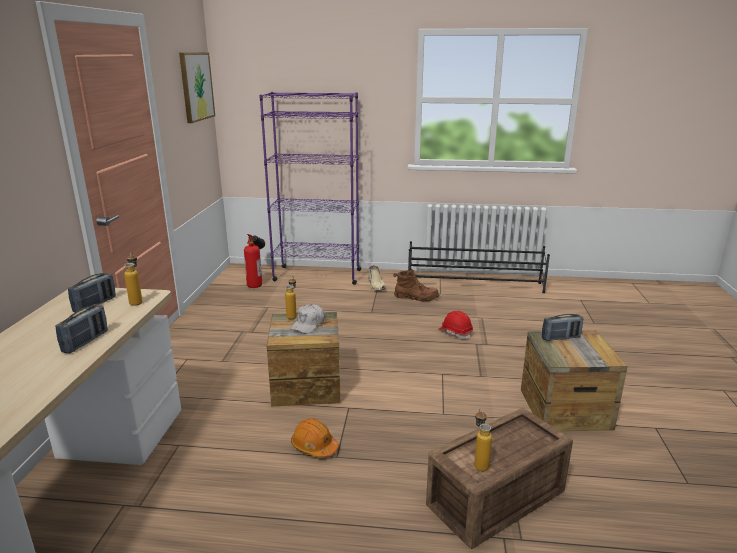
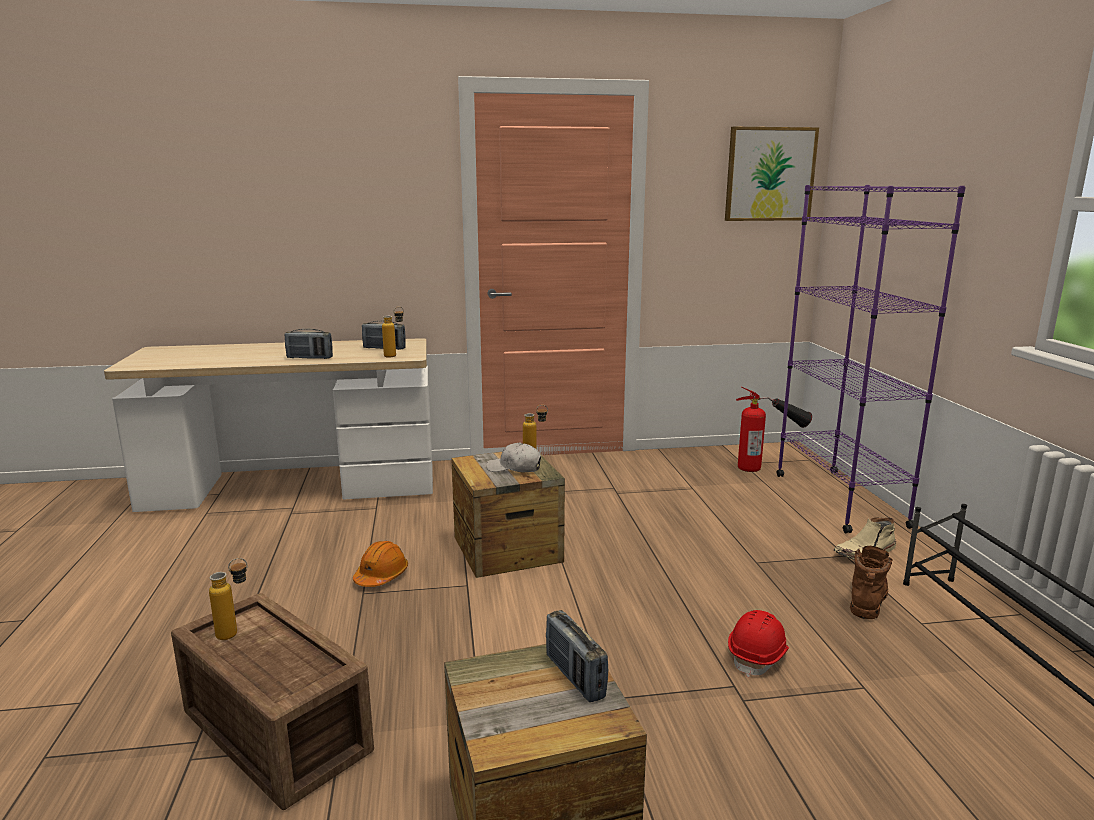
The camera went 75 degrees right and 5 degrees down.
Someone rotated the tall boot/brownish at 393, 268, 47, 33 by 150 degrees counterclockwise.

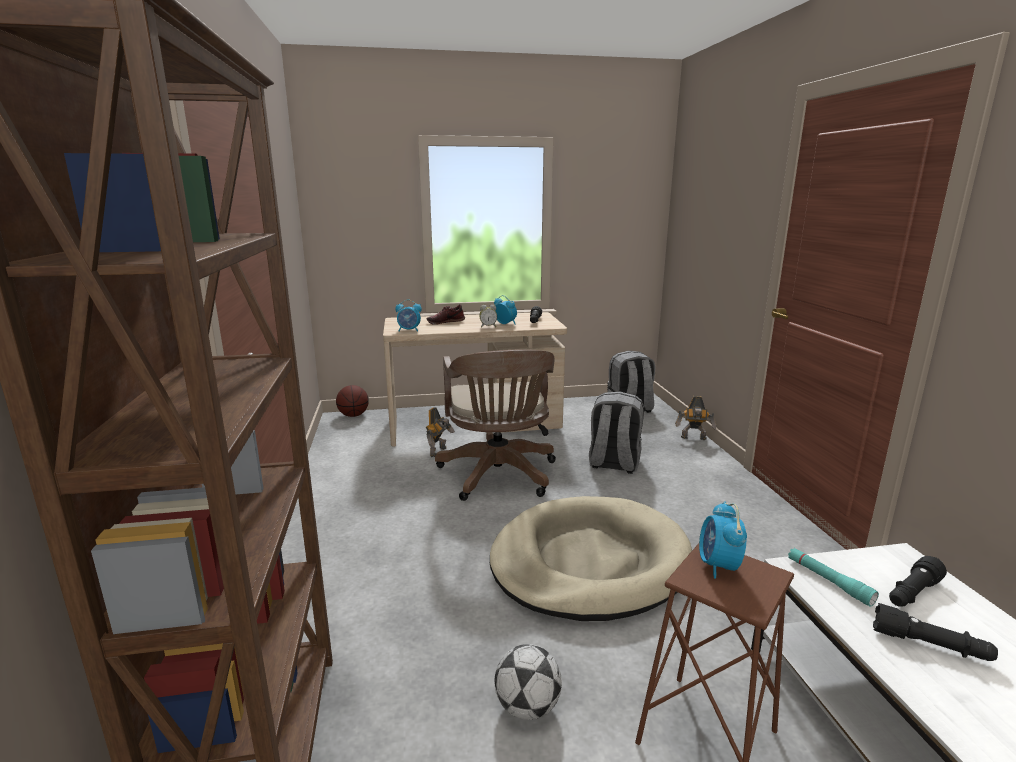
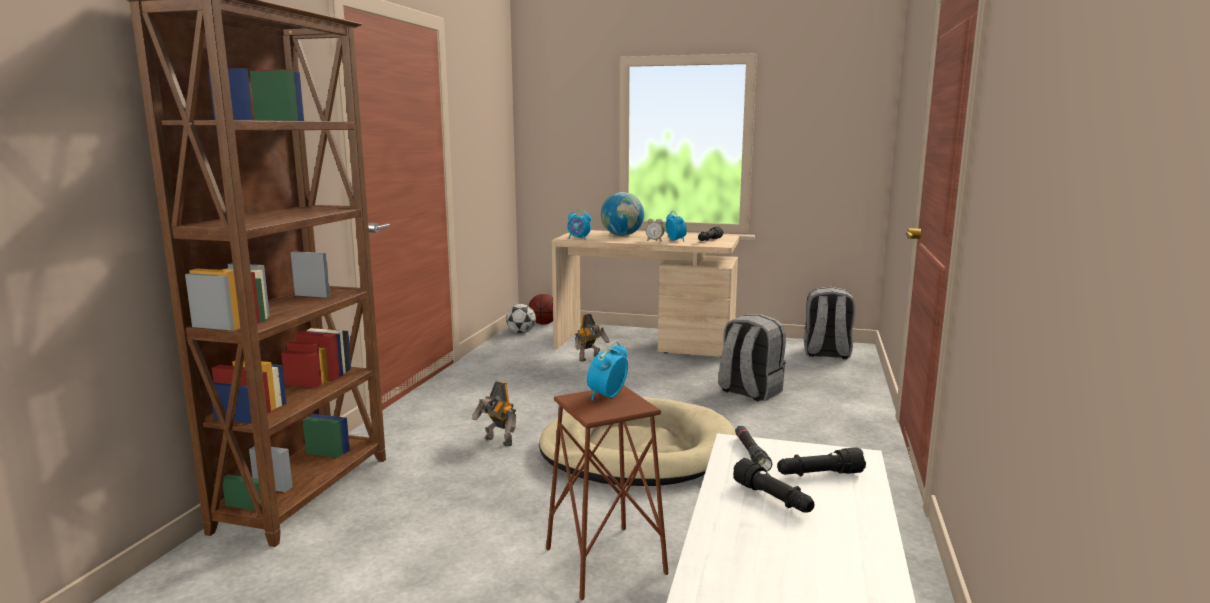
The camera went 25 degrees right and 5 degrees down.
Someone took away the desk chair/brownish at 435, 349, 121, 152.
Someone carried the football from 495, 644, 67, 76 to 506, 304, 30, 30.
Someone carried the robot figure from 675, 396, 41, 44 to 472, 381, 44, 66.
Someone swapped the low shoe at 427, 304, 38, 21 for the desk globe at 601, 192, 43, 44.
Someone repainted the hand torch/blue-green at 788, 548, 91, 59, which became the hand torch/black-coloured at 735, 426, 37, 45.

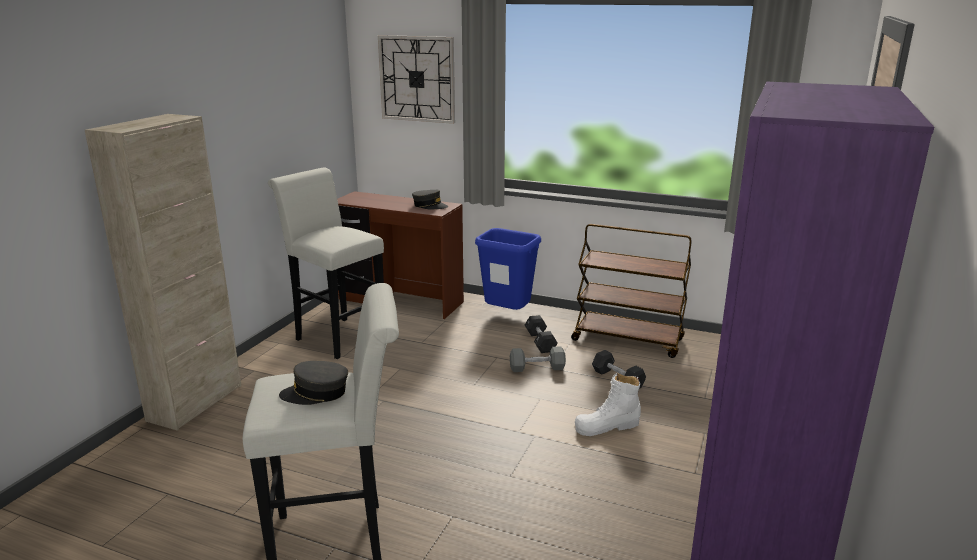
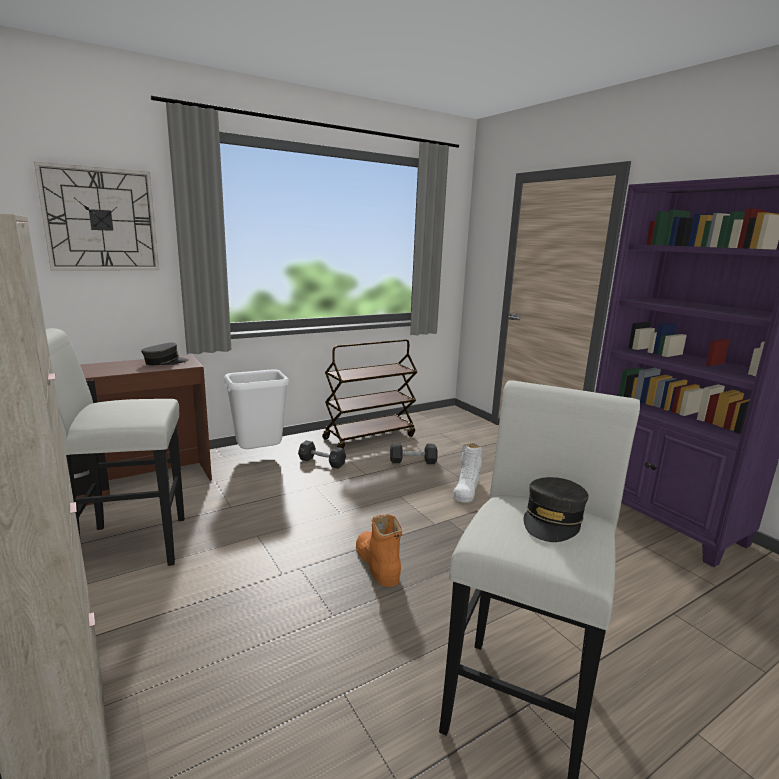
The camera went 55 degrees left and 5 degrees down.
Someone took away the free weight/grey at 510, 346, 56, 26.
Someone put down the tall boot/orange at 356, 514, 46, 73.
Someone repainted the trash can/blue-coloured at 475, 228, 66, 82, which became the trash can/white-coloured at 224, 369, 65, 80.

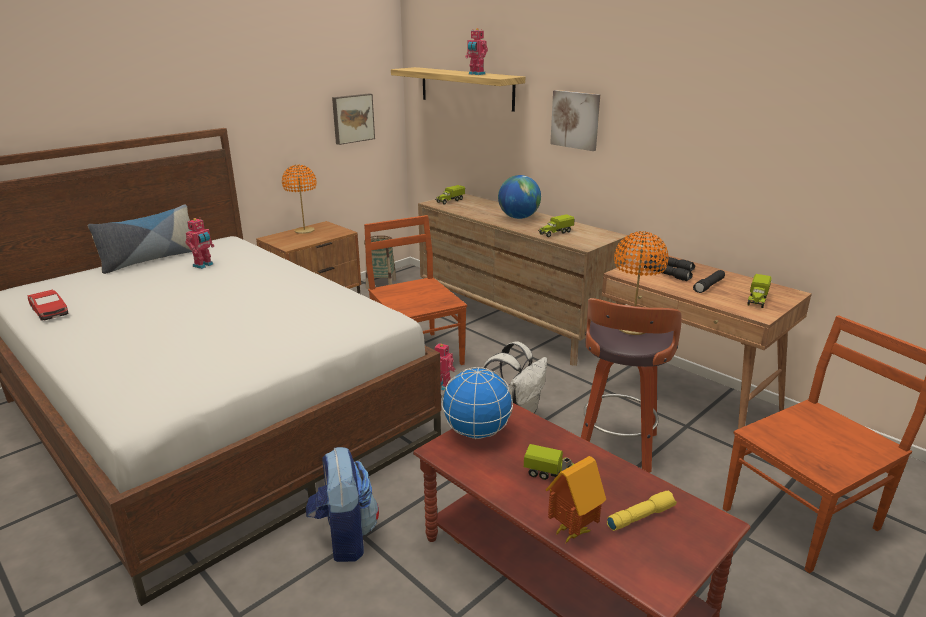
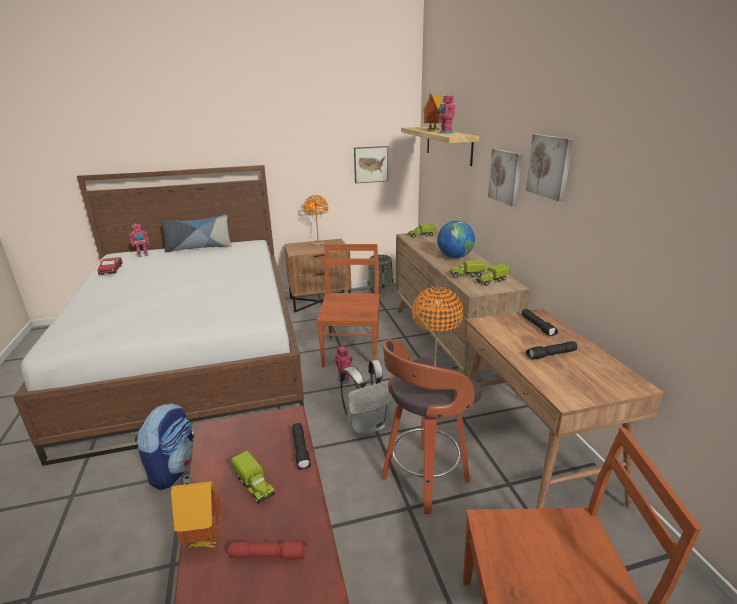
The camera went 30 degrees right and 0 degrees up.
Someone took away the desk globe at 442, 367, 71, 72.
Someone put down the model house at 423, 94, 20, 37.
Someone put up the wall picture at 526, 134, 47, 68.
Someone carried the robot figure from 185, 218, 29, 51 to 129, 223, 20, 34.
Someone carried the hand torch/black-coloured from 644, 260, 49, 21 to 292, 423, 19, 47.
Someone carried the toy truck from 747, 274, 25, 34 to 476, 264, 34, 22.
Someone repainted the hand torch/yellow at 607, 491, 70, 40, which became the hand torch/red at 228, 540, 78, 20.

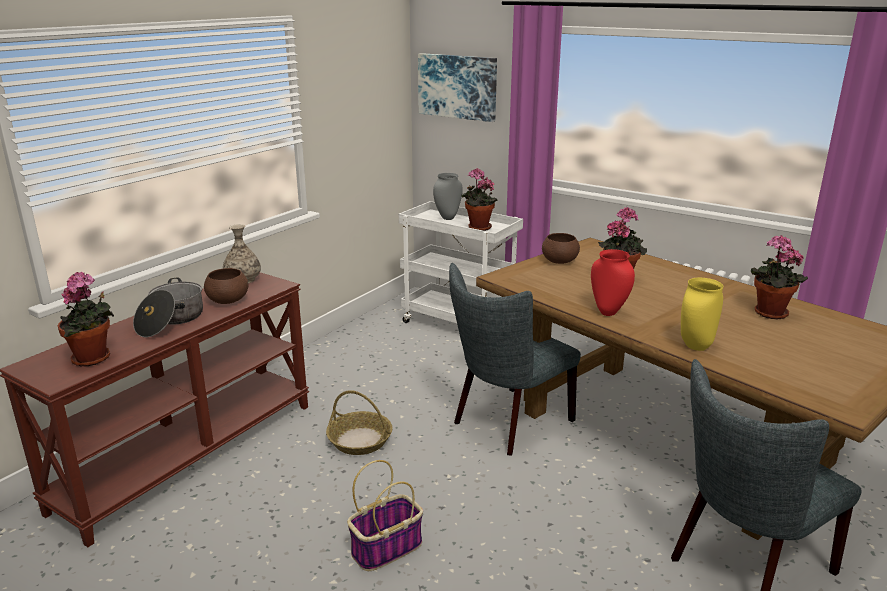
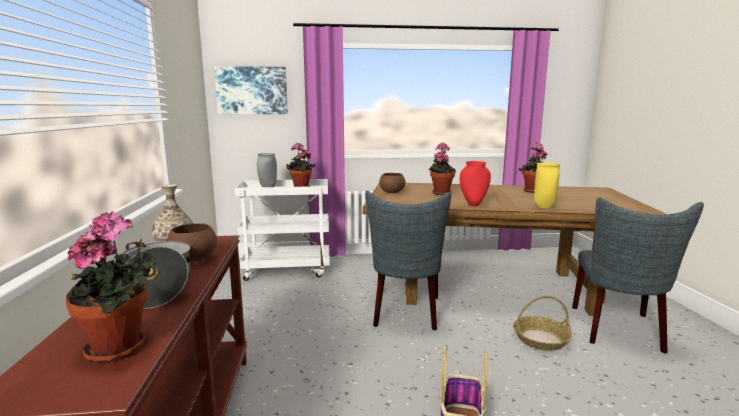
The camera went 40 degrees left and 10 degrees down.
Someone carried the household basket from 326, 390, 67, 65 to 513, 296, 59, 55.

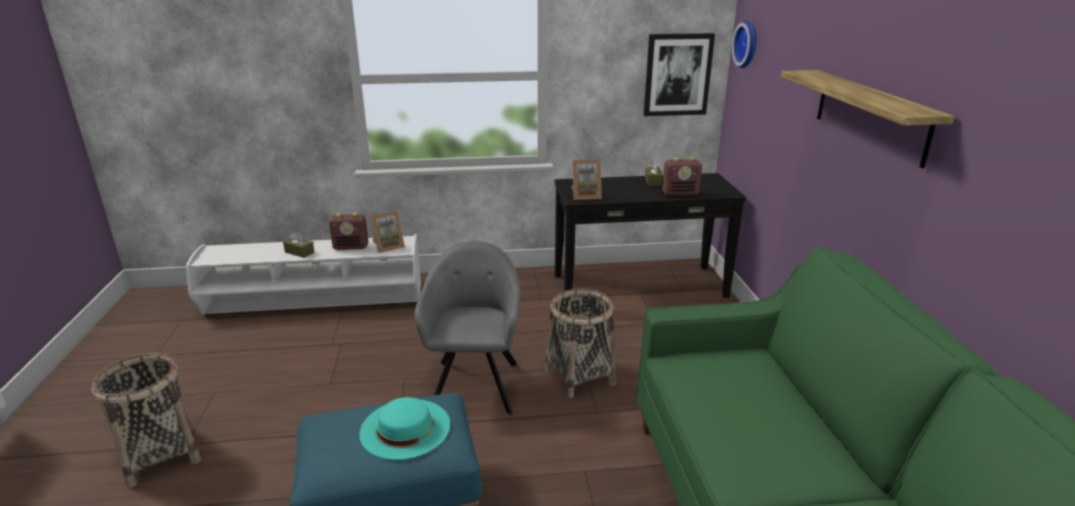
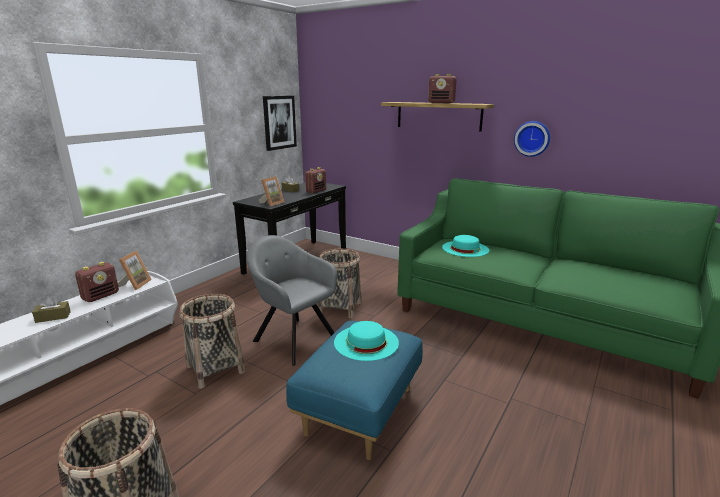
The camera went 50 degrees left and 5 degrees down.
Someone put down the household basket at 179, 294, 66, 95.
Someone put down the radio receiver at 428, 74, 29, 29.
Someone put down the wearable hat/blue-green at 442, 235, 47, 22.
Someone carried the hanging clock from 732, 20, 25, 48 to 514, 121, 36, 36.

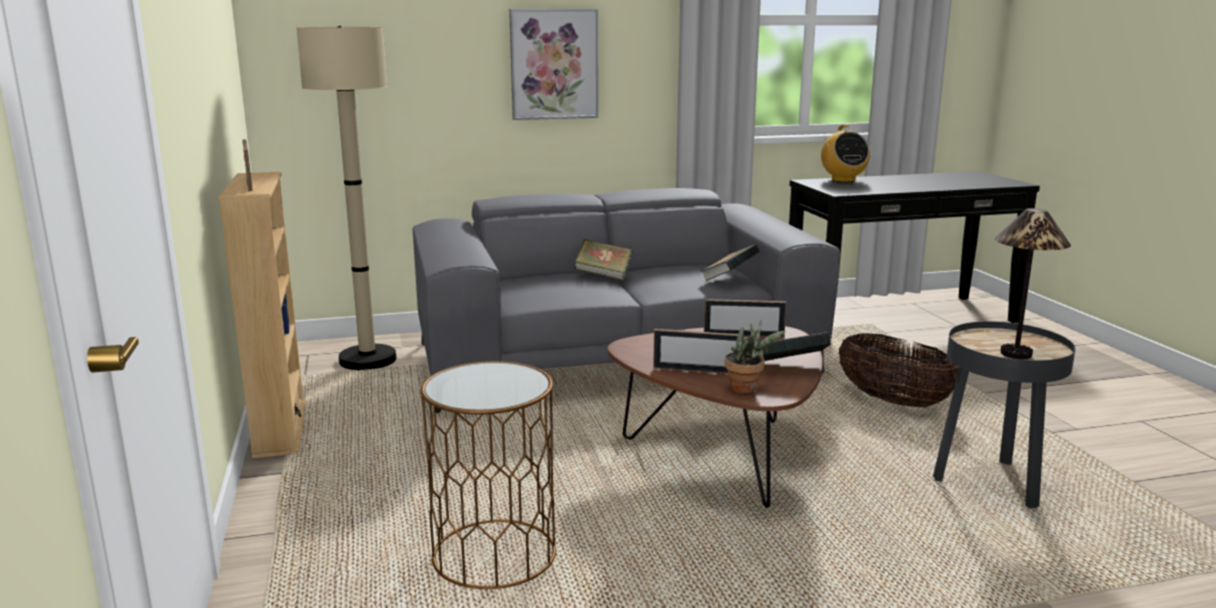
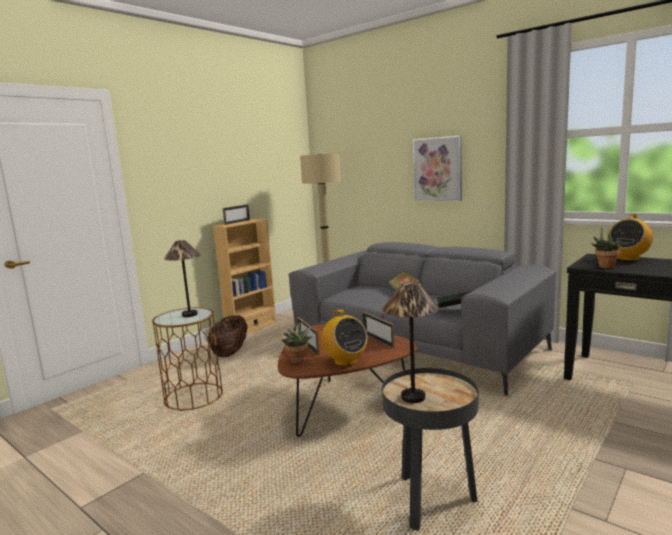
The camera went 55 degrees right and 5 degrees down.
Someone put down the tabletop lamp at 164, 240, 36, 77.
Someone put down the houseplant at 590, 225, 31, 43.
Someone carried the household basket from 839, 333, 120, 75 to 208, 315, 39, 42.
Someone swapped the volume at 760, 332, 71, 29 for the radio receiver at 320, 310, 48, 56.

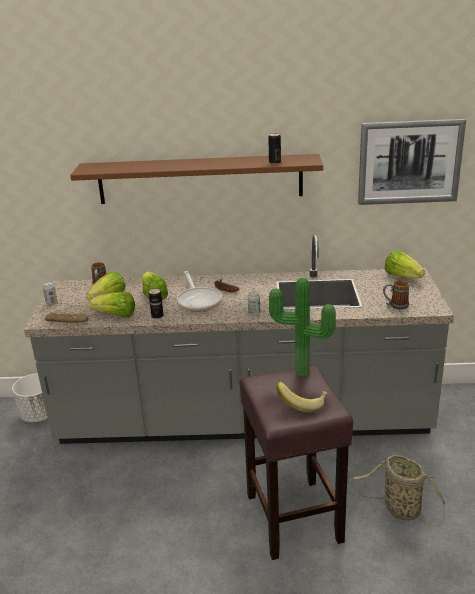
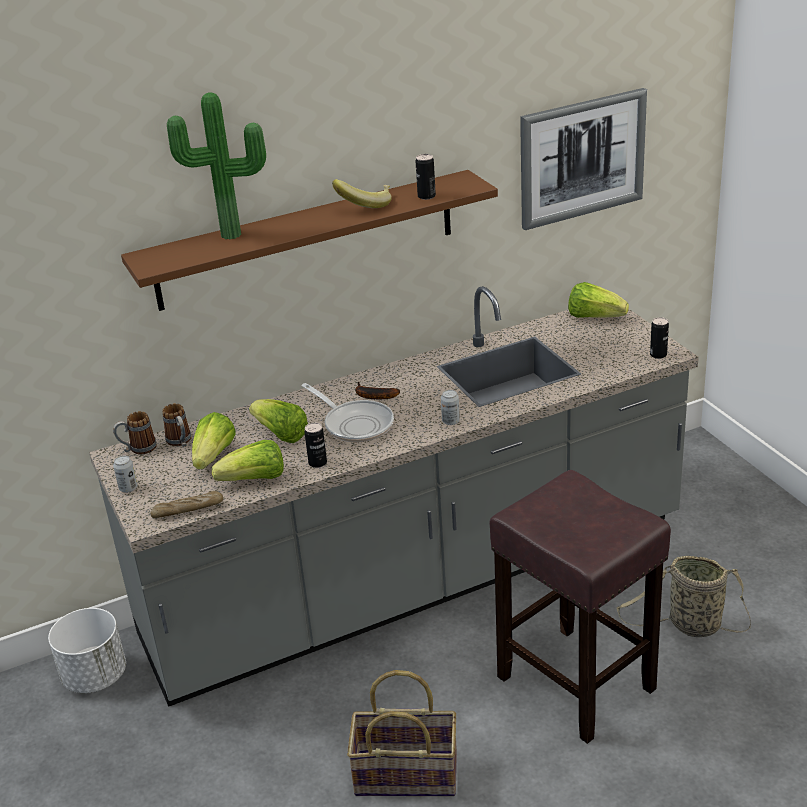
The camera went 25 degrees left and 5 degrees up.
Someone put down the household basket at 347, 670, 110, 126.
Someone put down the can at 650, 317, 19, 42.
Someone carried the houseplant from 269, 278, 67, 98 to 167, 92, 99, 148.
Someone carried the banana from 276, 382, 52, 30 to 332, 179, 60, 29.
Someone carried the mug from 383, 280, 26, 29 to 113, 411, 44, 44.

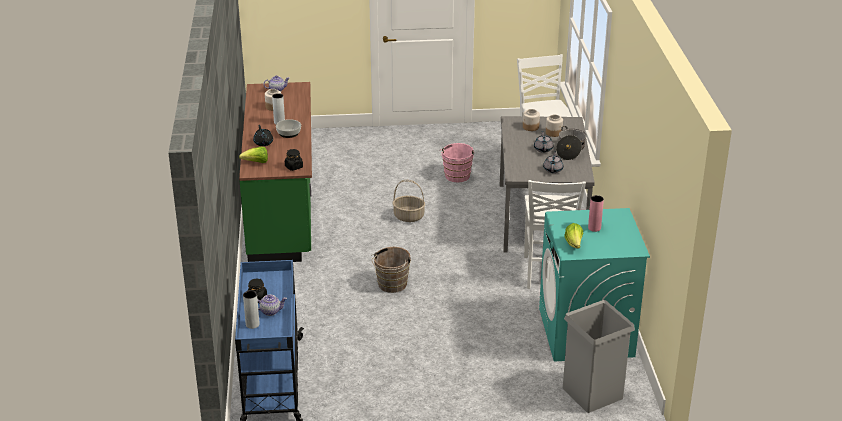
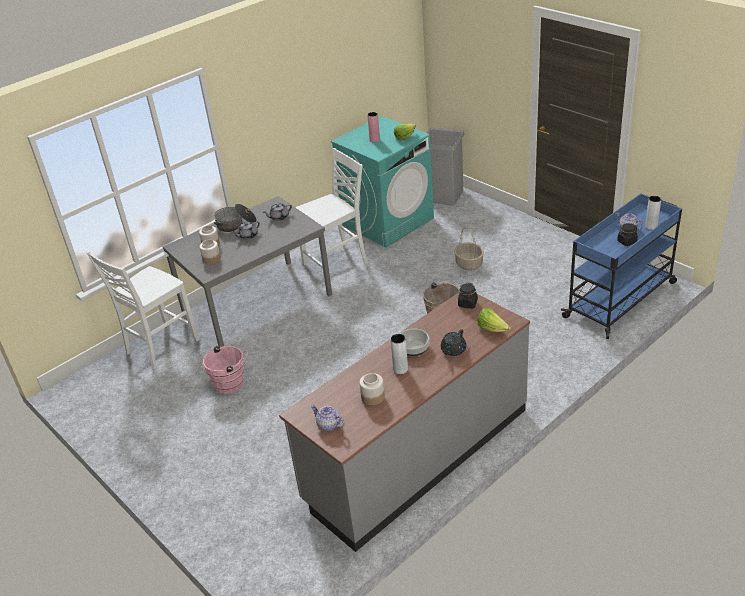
The camera went 125 degrees left and 5 degrees up.
Someone carried the household basket from 392, 180, 33, 42 to 454, 227, 30, 44.
Someone repainted the kitchen counter/green at 239, 82, 73, 180, which became the kitchen counter/grey at 279, 292, 251, 260.

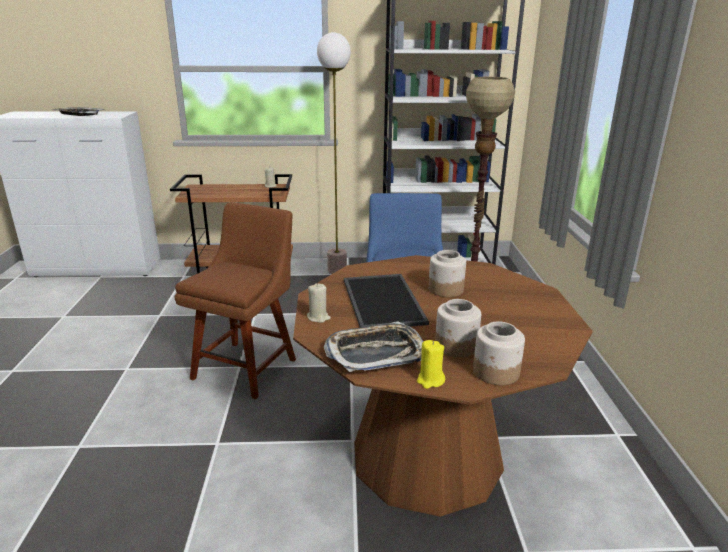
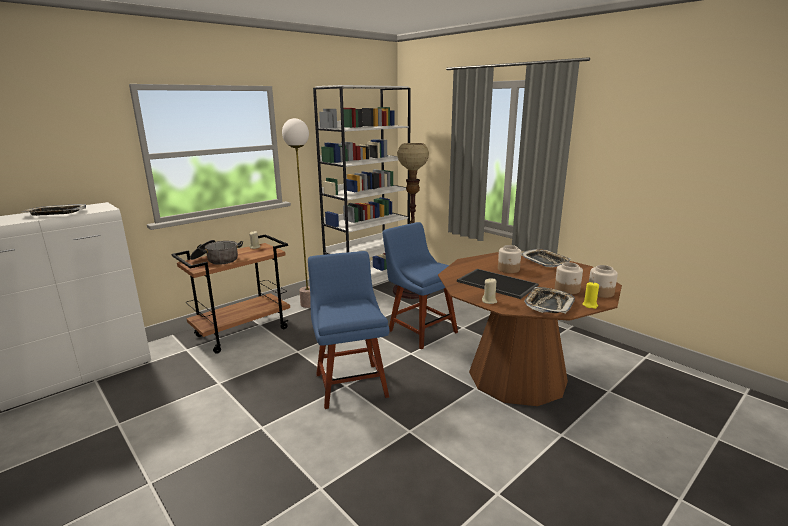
The camera went 40 degrees left and 5 degrees down.
Someone put down the stockpot at 190, 240, 53, 25.
Someone put down the carrying tray at 521, 249, 50, 18.
Someone repainted the upright chair/brownish at 175, 202, 121, 197, which became the upright chair/blue-coloured at 308, 251, 82, 158.

